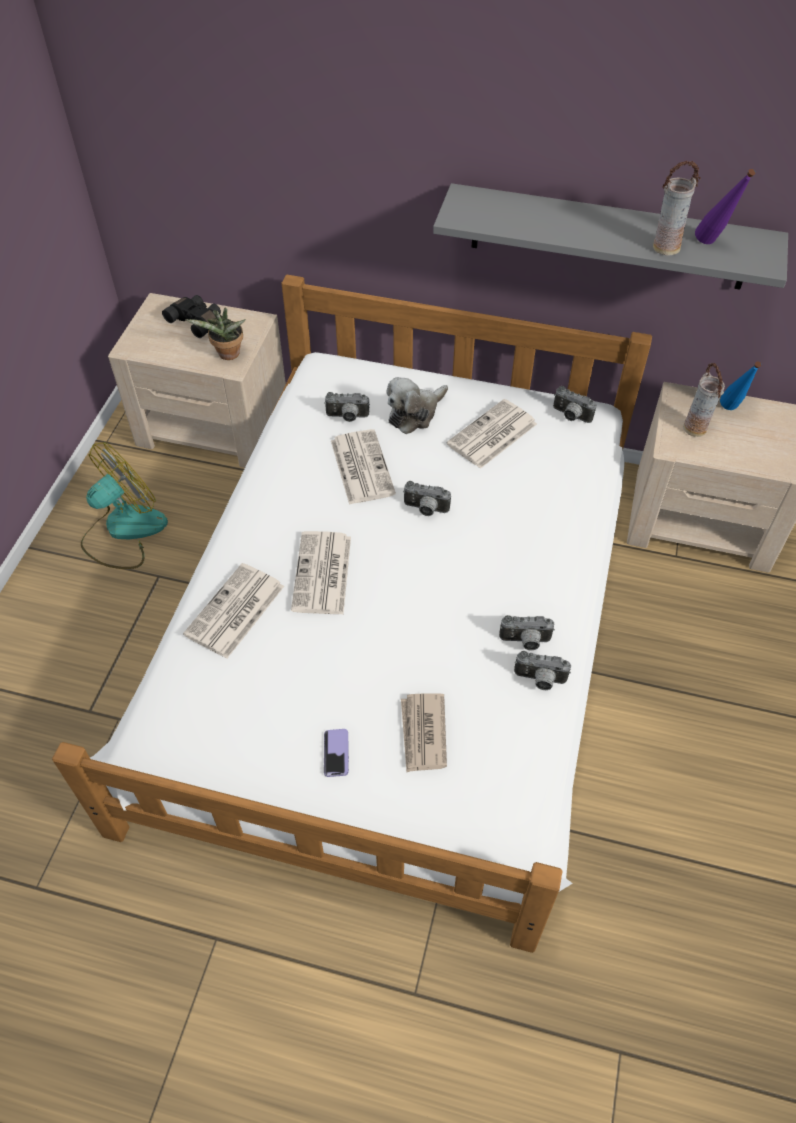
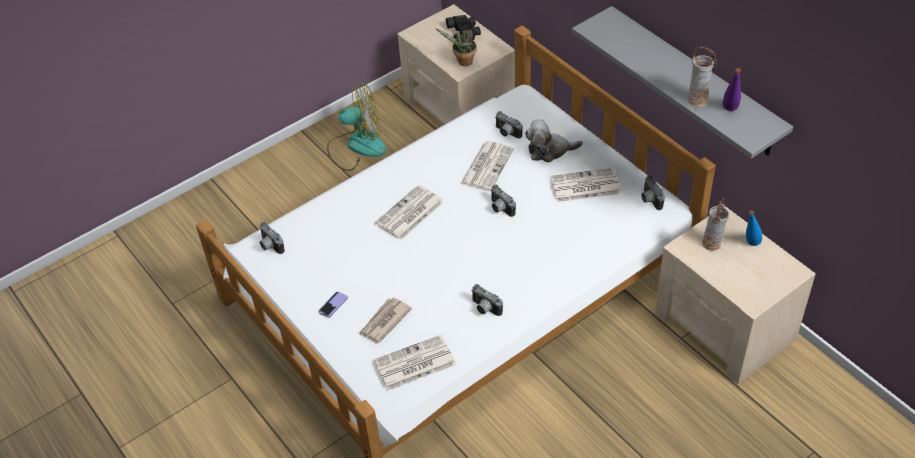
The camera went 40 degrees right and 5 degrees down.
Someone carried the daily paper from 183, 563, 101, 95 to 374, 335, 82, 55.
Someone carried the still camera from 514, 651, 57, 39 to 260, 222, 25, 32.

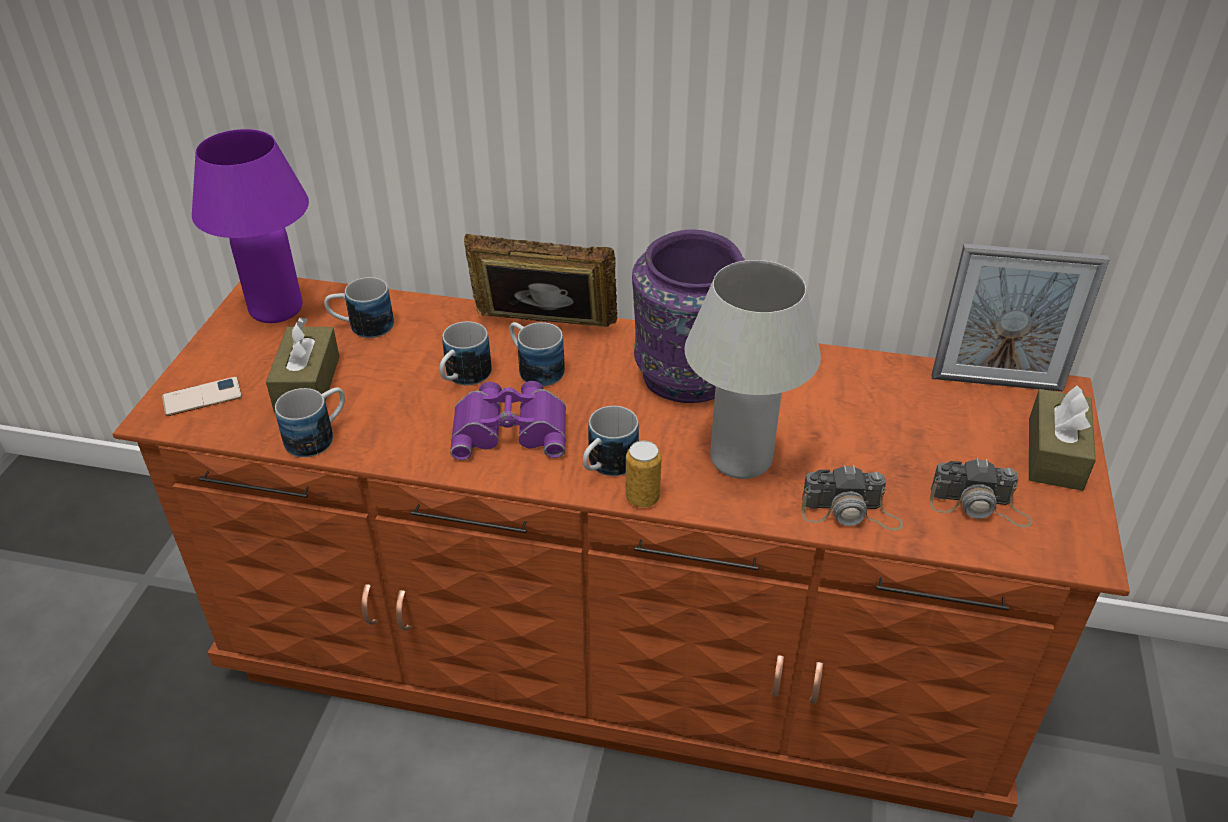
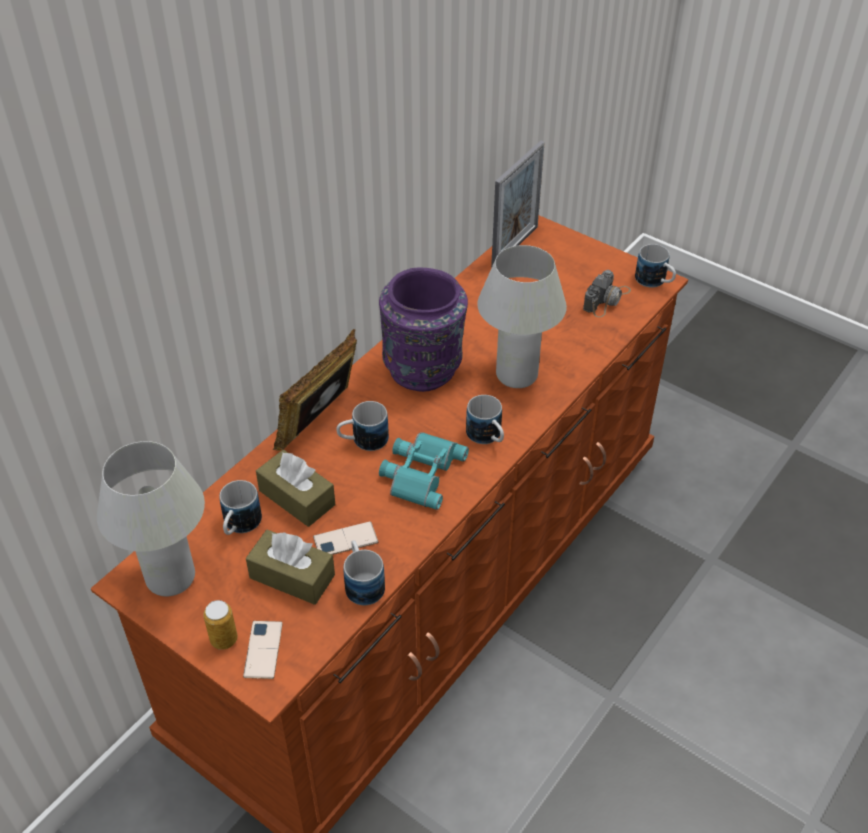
The camera went 65 degrees left and 5 degrees up.
Someone took away the still camera at 801, 465, 102, 66.
Someone put down the phone at 313, 522, 65, 33.
Someone carried the mug from 440, 321, 52, 64 to 635, 244, 41, 44.
Someone carried the can from 626, 441, 36, 66 to 203, 600, 34, 50.
Someone carried the tissue holder/brownish from 1029, 386, 67, 105 to 256, 450, 79, 77.
Someone repainted the tabletop lamp/purple at 192, 129, 117, 194, which became the tabletop lamp/white-coloured at 97, 441, 108, 155.
Someone repainted the pair of binoculars/purple at 450, 381, 116, 79, which became the pair of binoculars/blue-green at 379, 432, 90, 78.

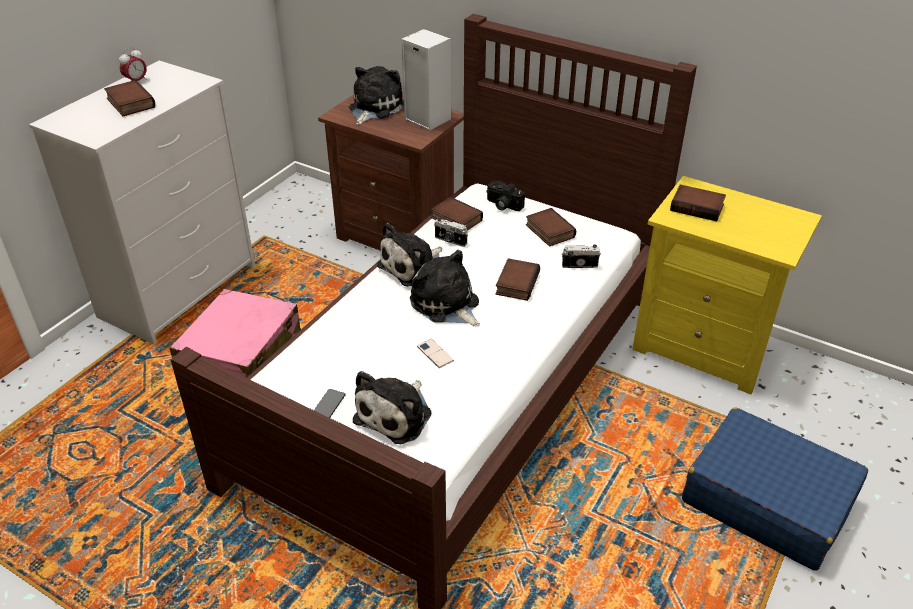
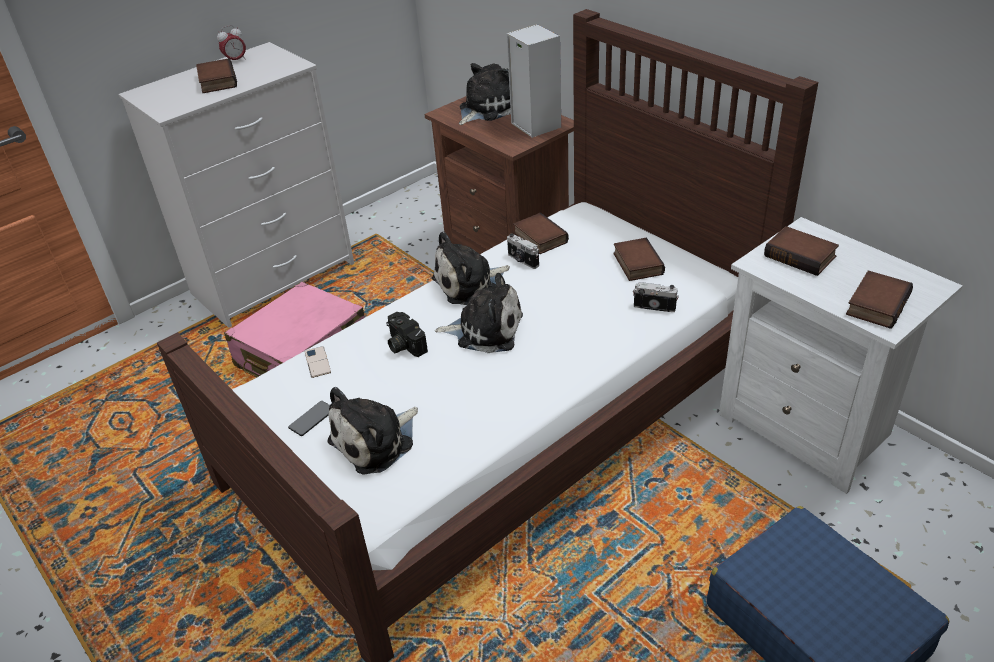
The camera went 20 degrees right and 0 degrees up.
Someone carried the phone from 417, 339, 37, 29 to 305, 346, 26, 32.
Someone carried the still camera from 486, 181, 39, 30 to 386, 312, 42, 45.
Someone carried the volume from 495, 258, 45, 43 to 846, 271, 67, 58.
Someone repainted the nightstand/yellow at 632, 176, 190, 219, which became the nightstand/white-coloured at 719, 217, 244, 277.
Someone rotated the soft toy at 410, 250, 70, 77 by 120 degrees clockwise.

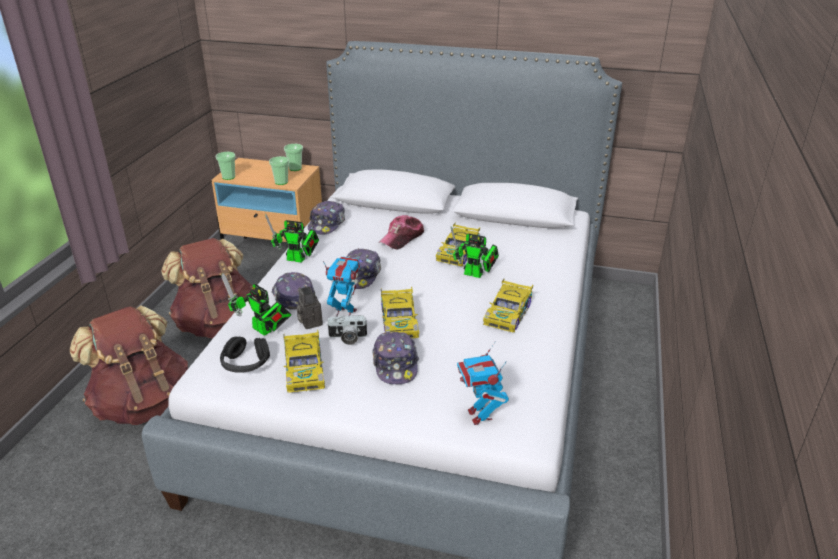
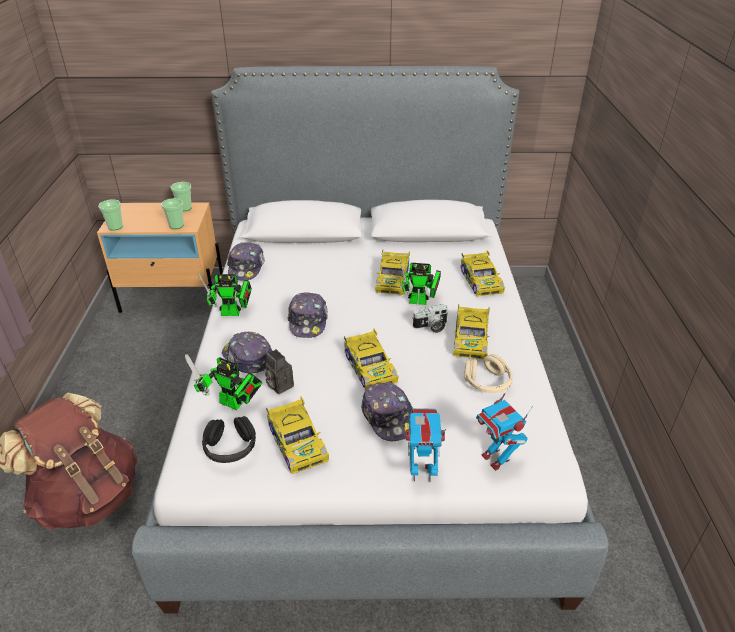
The camera went 15 degrees left and 5 degrees up.
Someone took away the knapsack/brownish at 161, 238, 92, 100.
Someone took away the cap at 379, 215, 45, 35.
Someone put down the toy car at 461, 250, 44, 46.
Someone put down the pair of headphones/sand-coloured at 464, 354, 49, 39.
Someone carried the robot figure from 323, 256, 38, 60 to 406, 408, 40, 74.
Someone carried the still camera from 326, 315, 42, 30 to 413, 304, 35, 29.

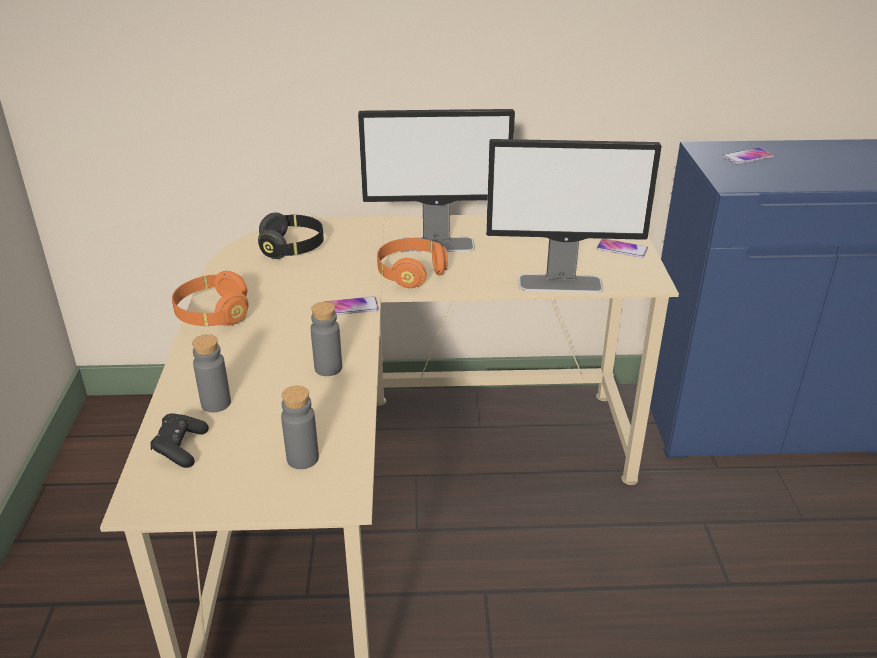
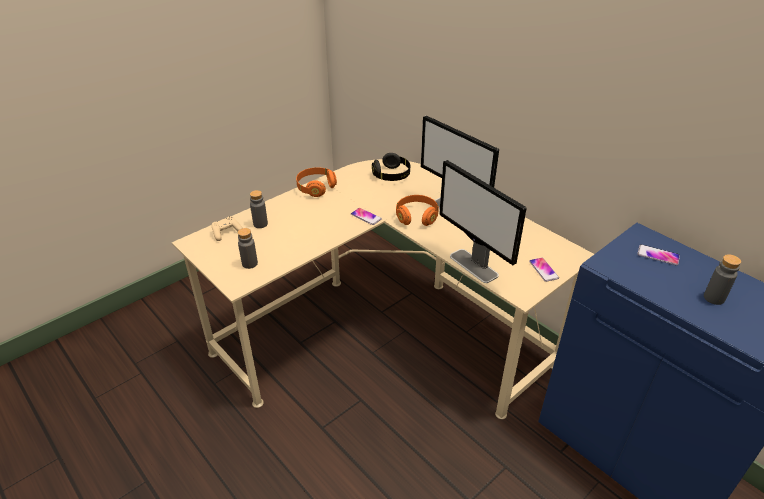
The camera went 50 degrees right and 5 degrees up.
Someone carried the drink bottle/grey from 311, 302, 31, 74 to 704, 254, 37, 51.
Someone repainted the joypad/black-coloured at 150, 413, 59, 55, which became the joypad/sand-coloured at 212, 216, 30, 25.

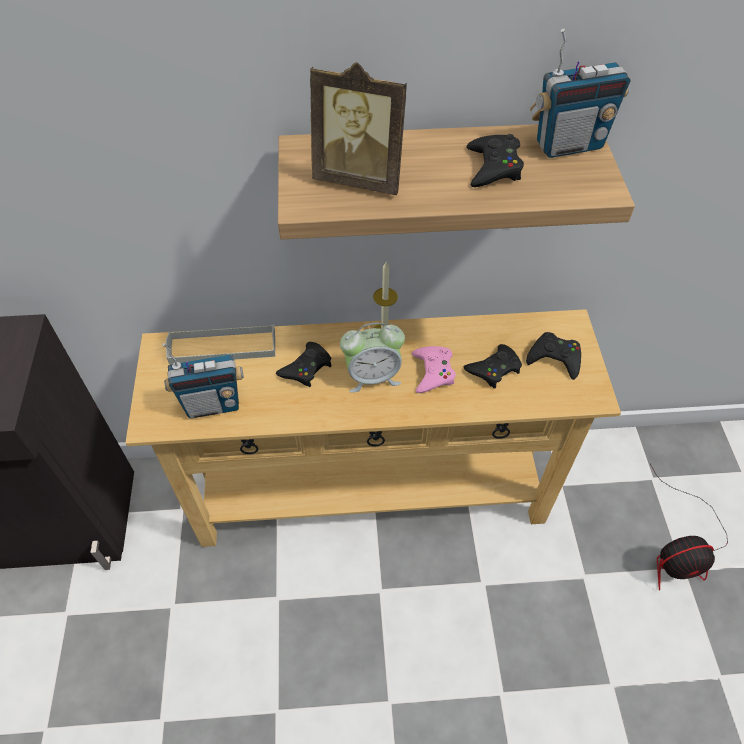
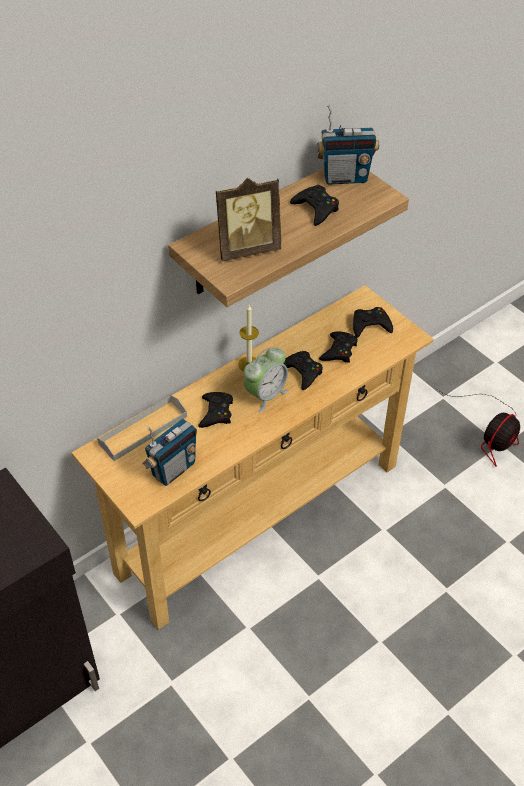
The camera went 35 degrees left and 5 degrees down.
Someone repainted the joypad/pink at 412, 346, 44, 47, which became the joypad/black-coloured at 283, 351, 40, 39.
Someone rotated the radio receiver at 530, 29, 101, 129 by 45 degrees clockwise.

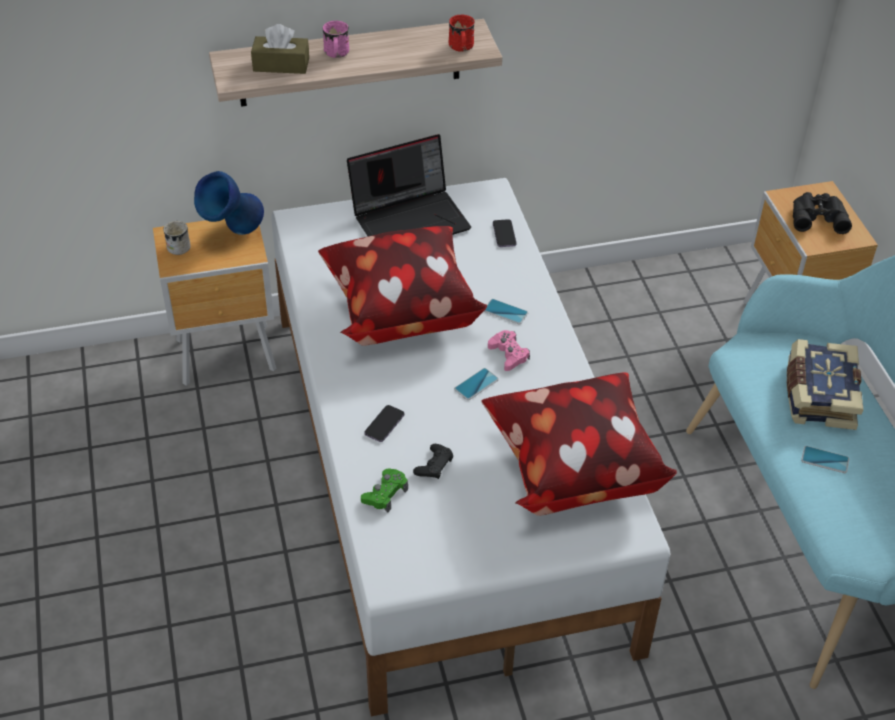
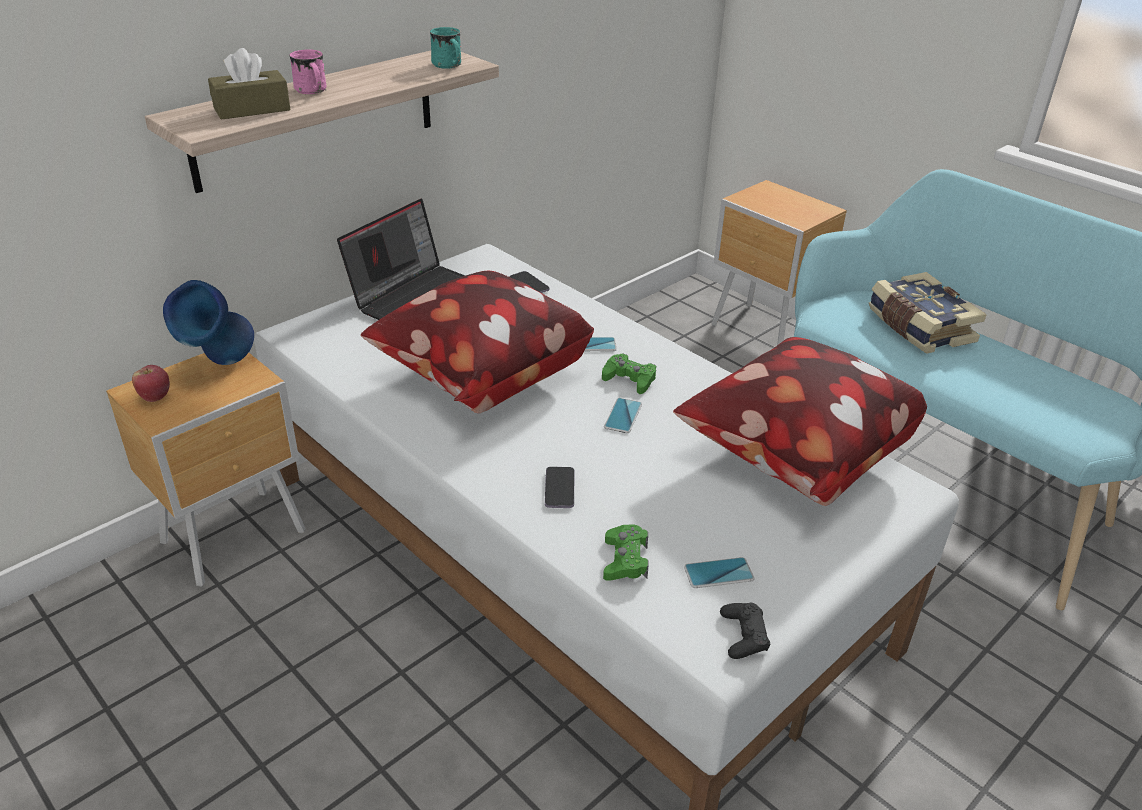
The camera went 30 degrees left and 10 degrees down.
Someone took away the pair of binoculars/black-coloured at 793, 192, 59, 42.
Someone carried the joypad/black-coloured from 413, 444, 40, 35 to 720, 602, 50, 57.
Someone carried the phone from 801, 446, 48, 27 to 684, 557, 70, 31.
Someone swapped the mug/white-coloured at 163, 221, 28, 34 for the apple fruit at 132, 365, 38, 37.
Someone repainted the mug/red at 449, 15, 26, 37, which became the mug/blue-green at 430, 27, 31, 42.
Someone repainted the joypad/pink at 488, 330, 42, 41, which became the joypad/green at 602, 354, 54, 40.

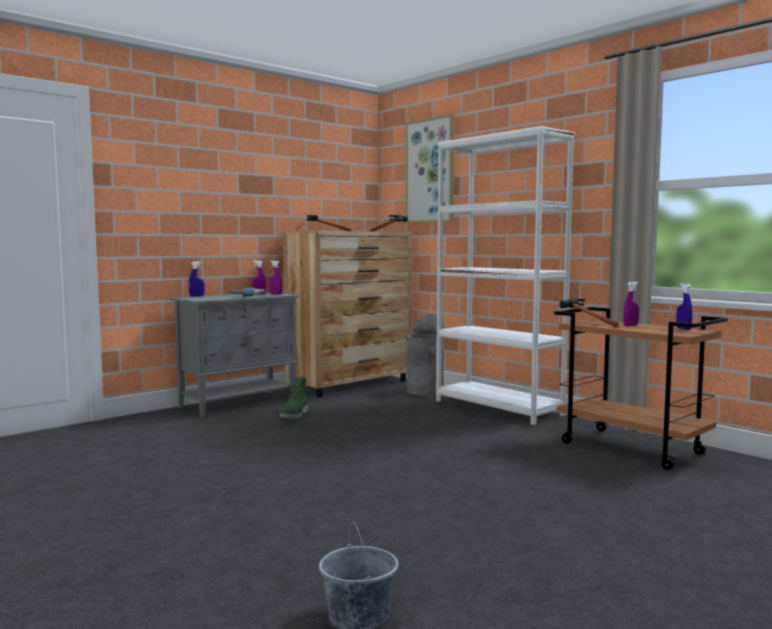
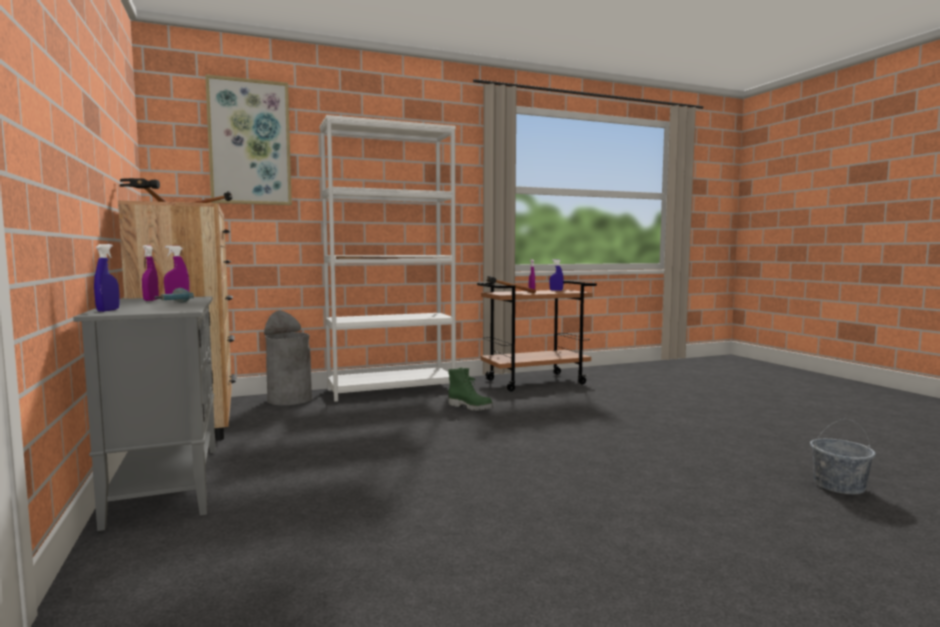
The camera went 70 degrees left and 0 degrees up.
Someone carried the tall boot/green from 280, 377, 28, 41 to 448, 367, 45, 44.

